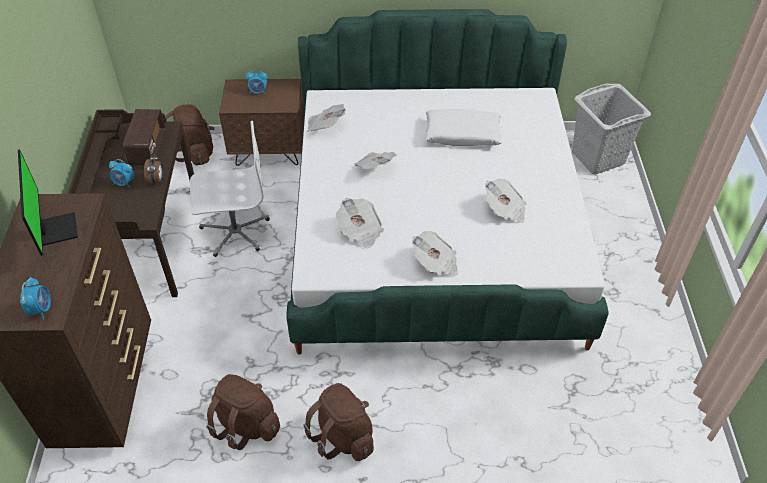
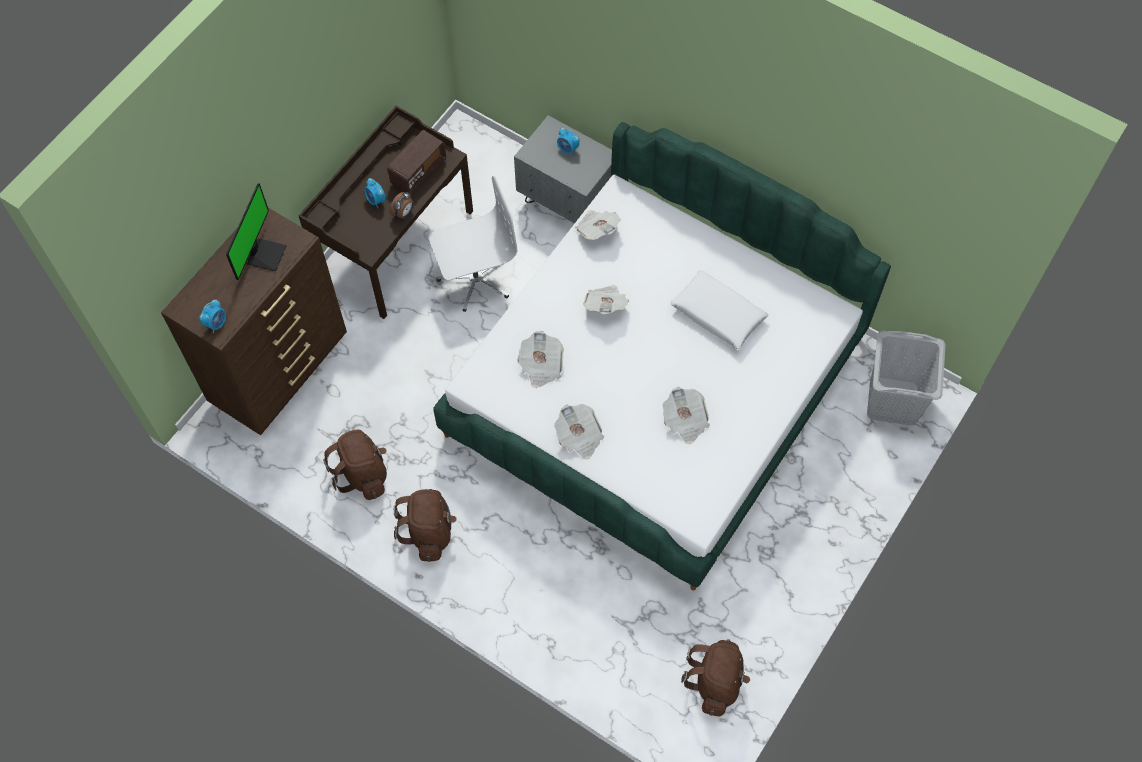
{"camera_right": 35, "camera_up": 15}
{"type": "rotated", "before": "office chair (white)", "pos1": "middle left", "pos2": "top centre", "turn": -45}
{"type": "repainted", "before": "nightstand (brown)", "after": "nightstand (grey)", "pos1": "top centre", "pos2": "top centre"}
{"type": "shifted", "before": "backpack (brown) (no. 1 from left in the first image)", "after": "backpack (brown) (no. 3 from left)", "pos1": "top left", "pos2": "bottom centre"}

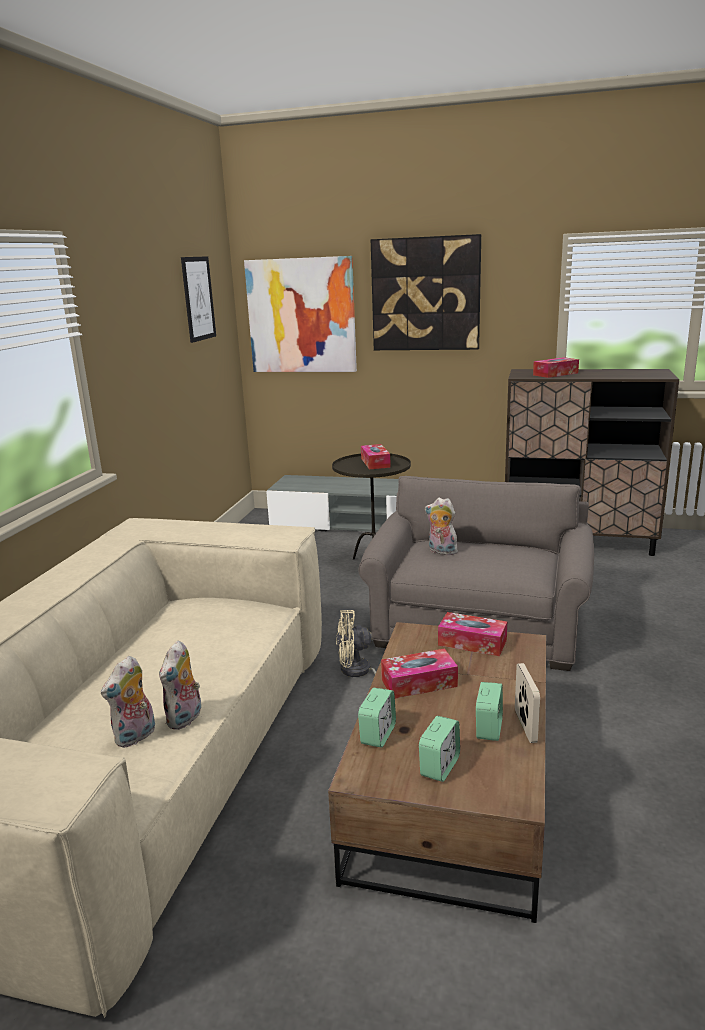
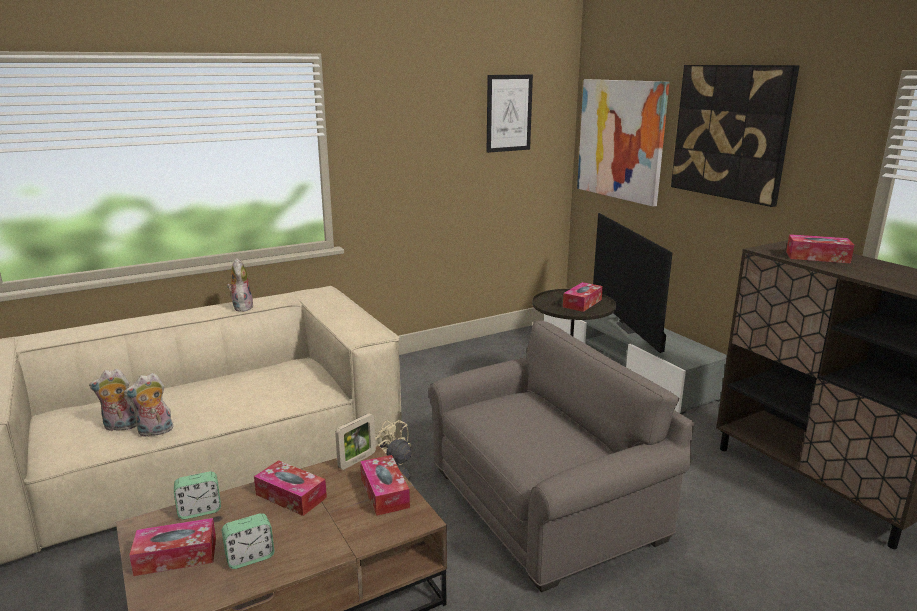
{"camera_right": 45, "camera_up": 0}
{"type": "swapped", "before": "alarm clock (no. 2 from left)", "after": "tissue box (no. 1 from left)", "pos1": "bottom centre", "pos2": "bottom left"}
{"type": "shifted", "before": "plush toy (no. 3 from left)", "pos1": "centre", "pos2": "middle left"}
{"type": "shifted", "before": "picture frame", "pos1": "bottom right", "pos2": "bottom centre"}
{"type": "new", "after": "television", "pos2": "middle right"}

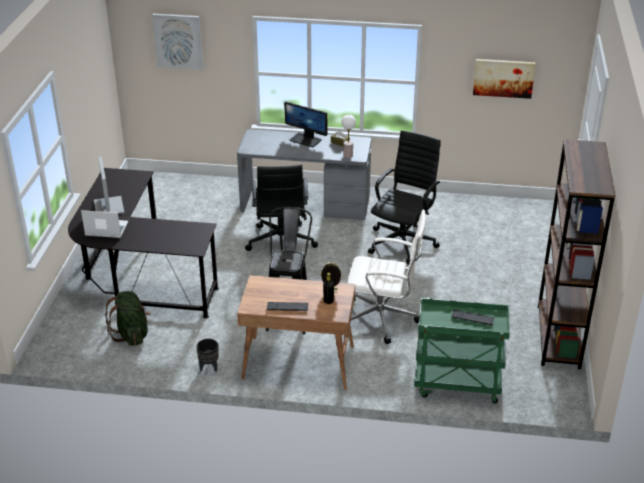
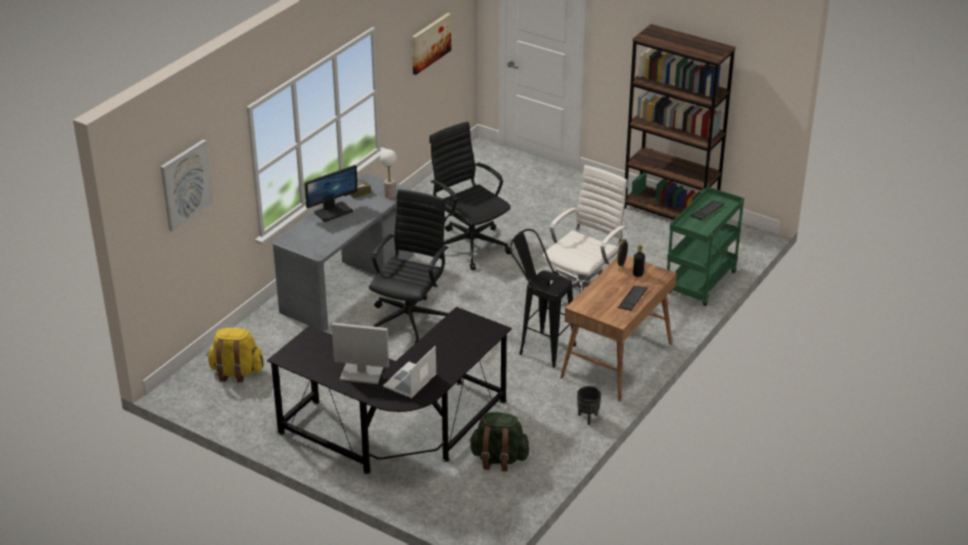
{"camera_right": -65, "camera_up": 0}
{"type": "new", "after": "backpack (yellow)", "pos2": "middle left"}
{"type": "rotated", "before": "office chair (black) (no. 1 from left)", "pos1": "centre", "pos2": "centre", "turn": -90}

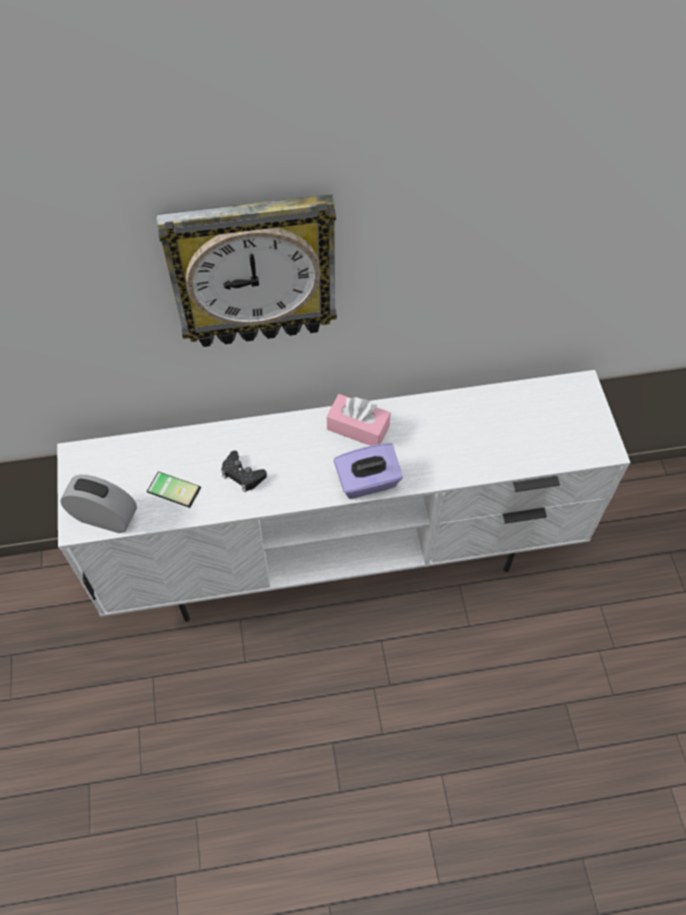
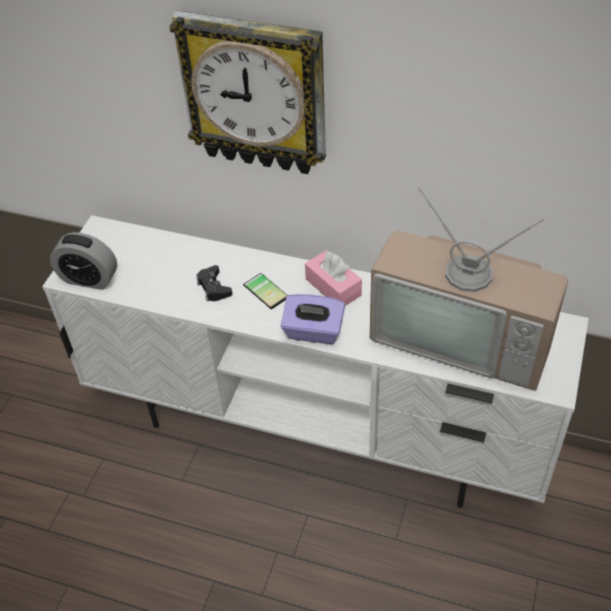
{"camera_right": 30, "camera_up": -10}
{"type": "rotated", "before": "alarm clock", "pos1": "middle left", "pos2": "middle left", "turn": 150}
{"type": "shifted", "before": "phone", "pos1": "middle left", "pos2": "centre"}
{"type": "new", "after": "television", "pos2": "middle right"}

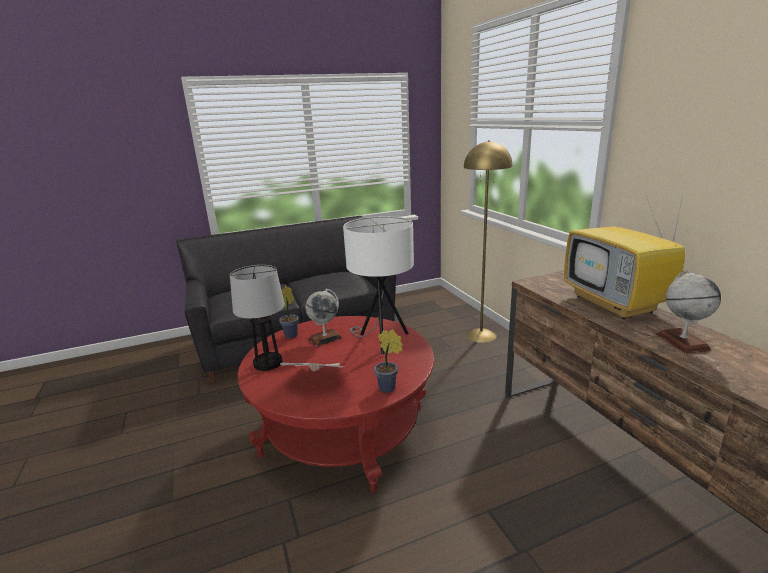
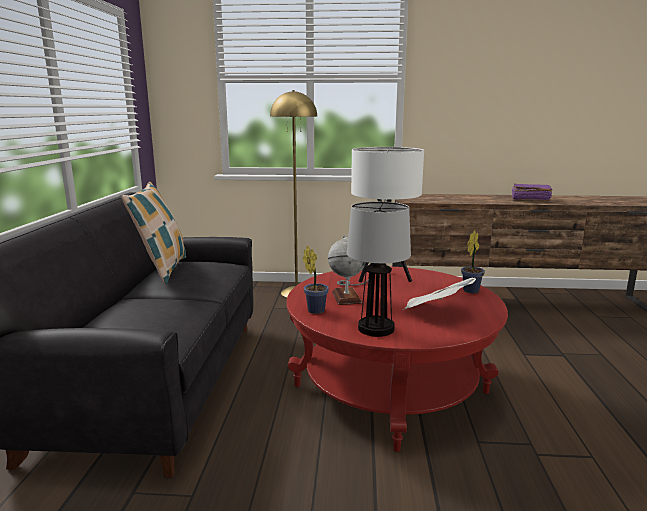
{"camera_right": -65, "camera_up": -5}
{"type": "new", "after": "pillow", "pos2": "middle left"}
{"type": "swapped", "before": "globe (no. 2 from left)", "after": "book (purple)", "pos1": "middle right", "pos2": "middle right"}
{"type": "gone", "before": "television", "pos1": "middle right"}

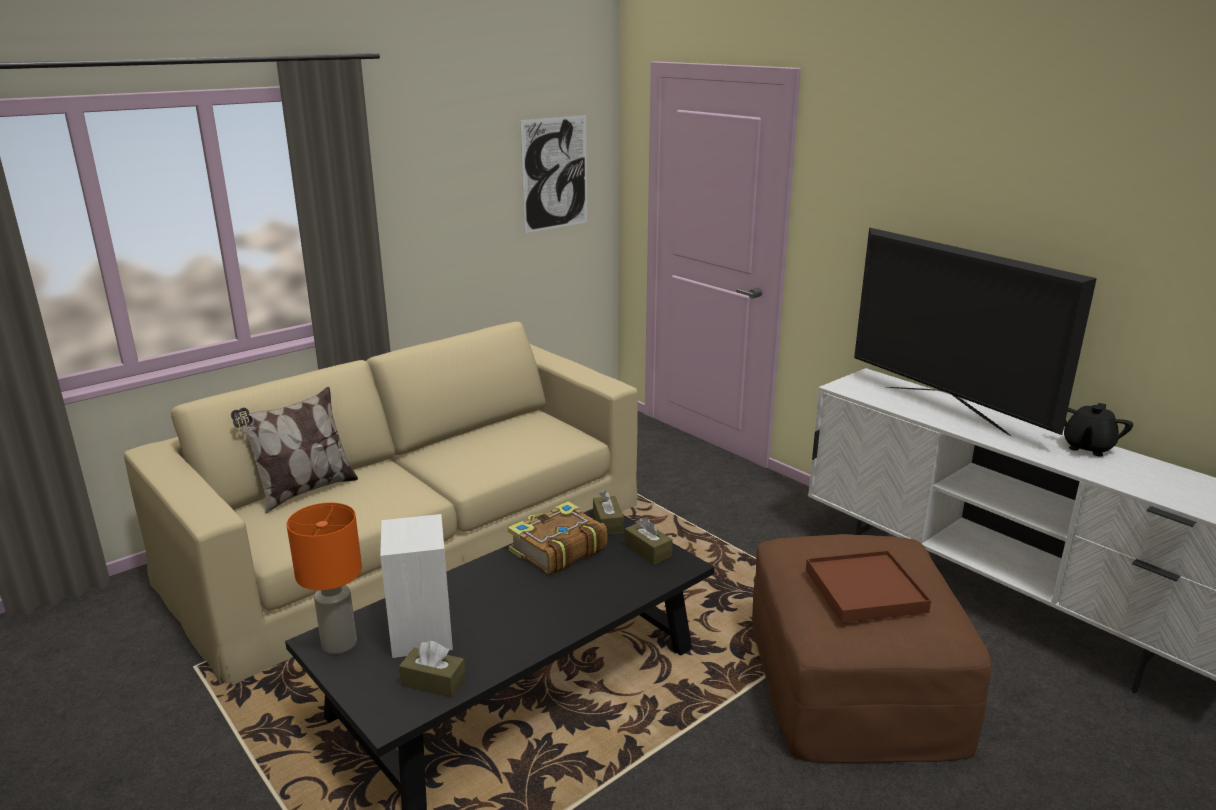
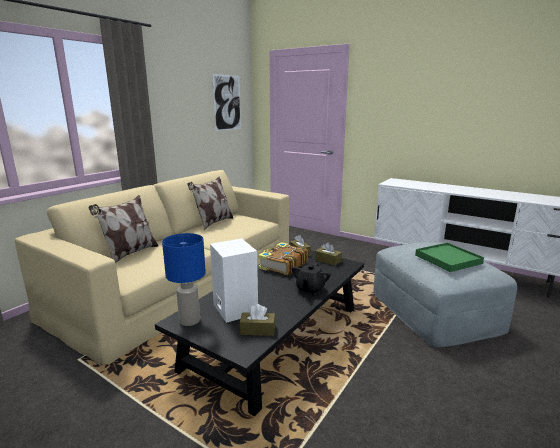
{"camera_right": -15, "camera_up": -5}
{"type": "repainted", "before": "table lamp (orange)", "after": "table lamp (blue)", "pos1": "bottom left", "pos2": "middle left"}
{"type": "new", "after": "pillow (no. 2 from left)", "pos2": "centre"}
{"type": "shifted", "before": "teapot (black)", "pos1": "middle right", "pos2": "centre"}
{"type": "repainted", "before": "ottoman (brown)", "after": "ottoman (grey)", "pos1": "bottom right", "pos2": "middle right"}
{"type": "repainted", "before": "tray (brown)", "after": "tray (green)", "pos1": "bottom right", "pos2": "middle right"}
{"type": "gone", "before": "television", "pos1": "middle right"}

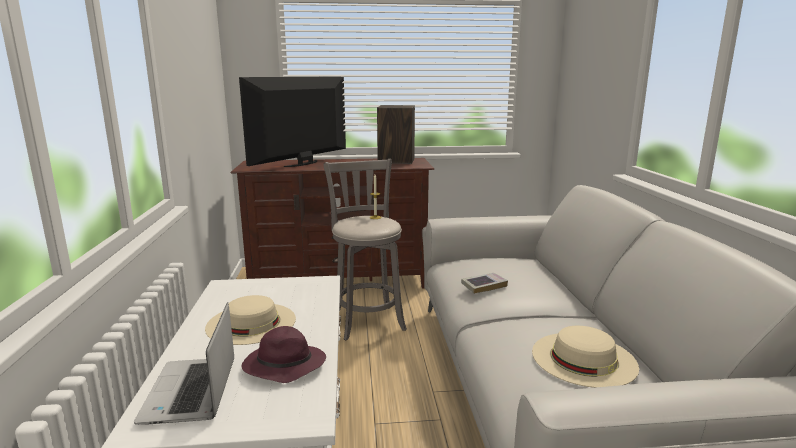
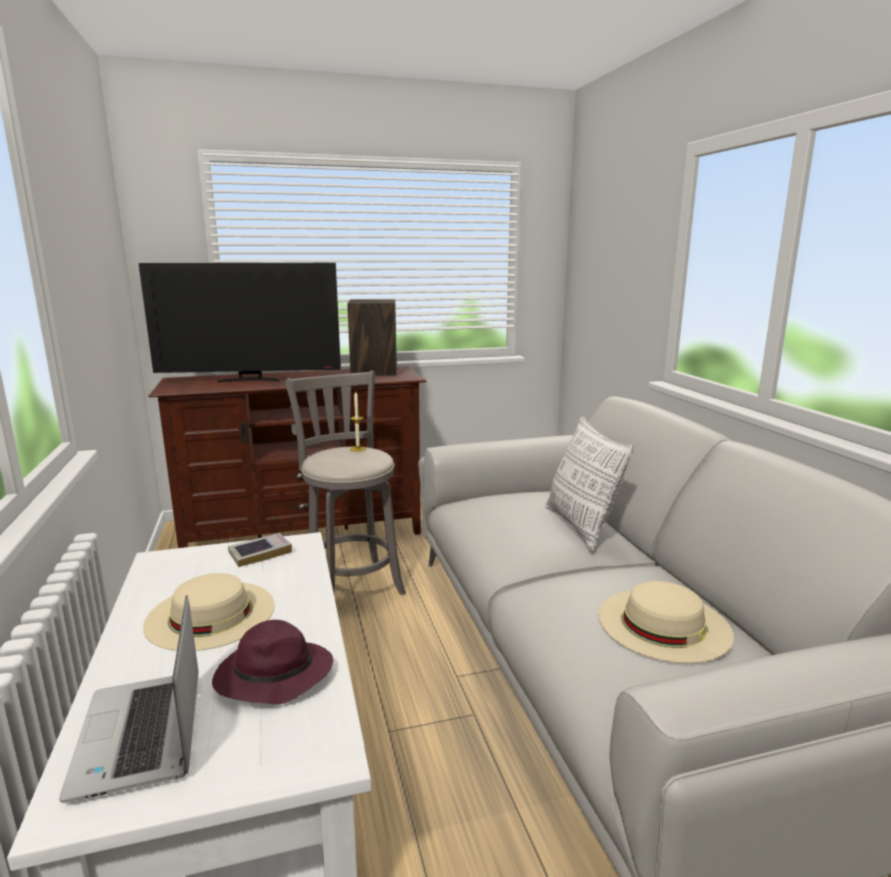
{"camera_right": -10, "camera_up": 0}
{"type": "rotated", "before": "television", "pos1": "top centre", "pos2": "middle left", "turn": -120}
{"type": "shifted", "before": "book", "pos1": "centre", "pos2": "middle left"}
{"type": "new", "after": "pillow", "pos2": "centre"}

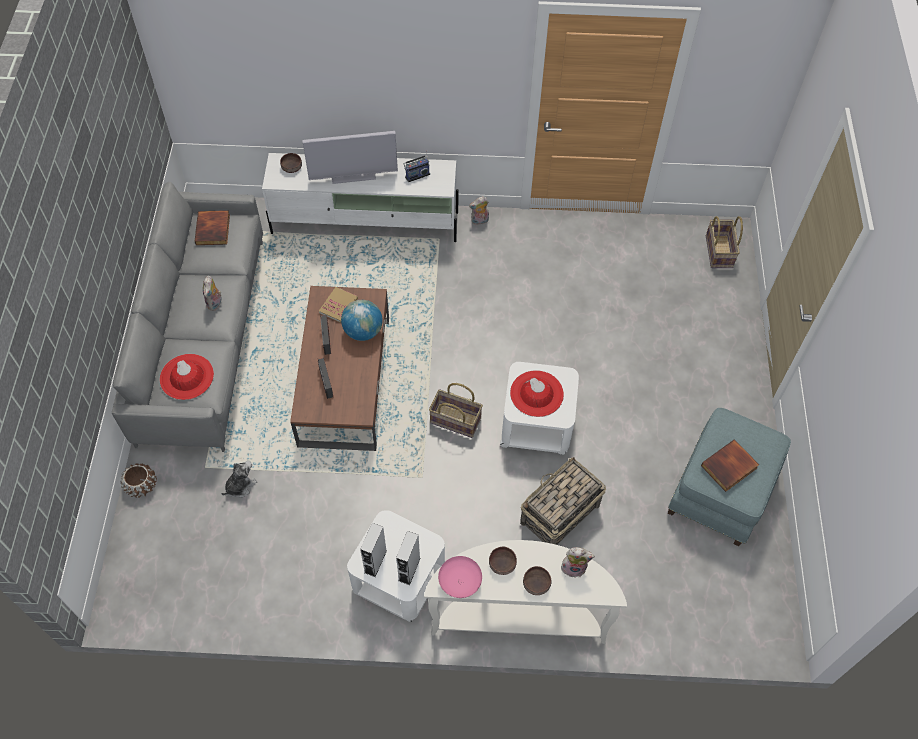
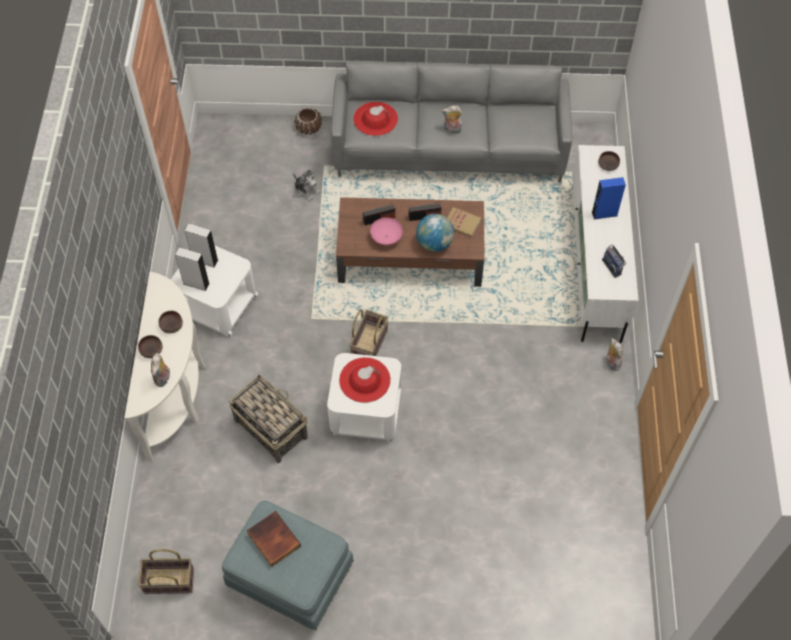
{"camera_right": 90, "camera_up": 0}
{"type": "shifted", "before": "basket (no. 3 from left in the first image)", "after": "basket (no. 1 from left)", "pos1": "top right", "pos2": "bottom left"}
{"type": "shifted", "before": "bowl (pink)", "pos1": "bottom centre", "pos2": "centre"}
{"type": "swapped", "before": "television", "after": "speaker (blue)", "pos1": "top centre", "pos2": "top right"}
{"type": "gone", "before": "book (no. 1 from left)", "pos1": "top left"}

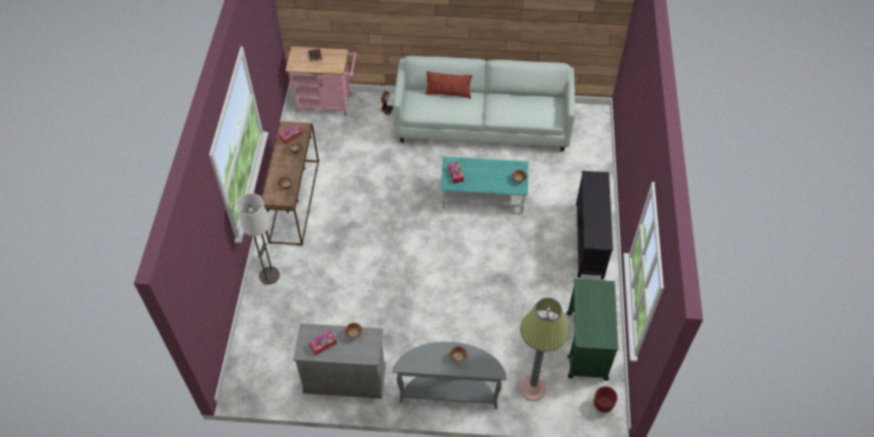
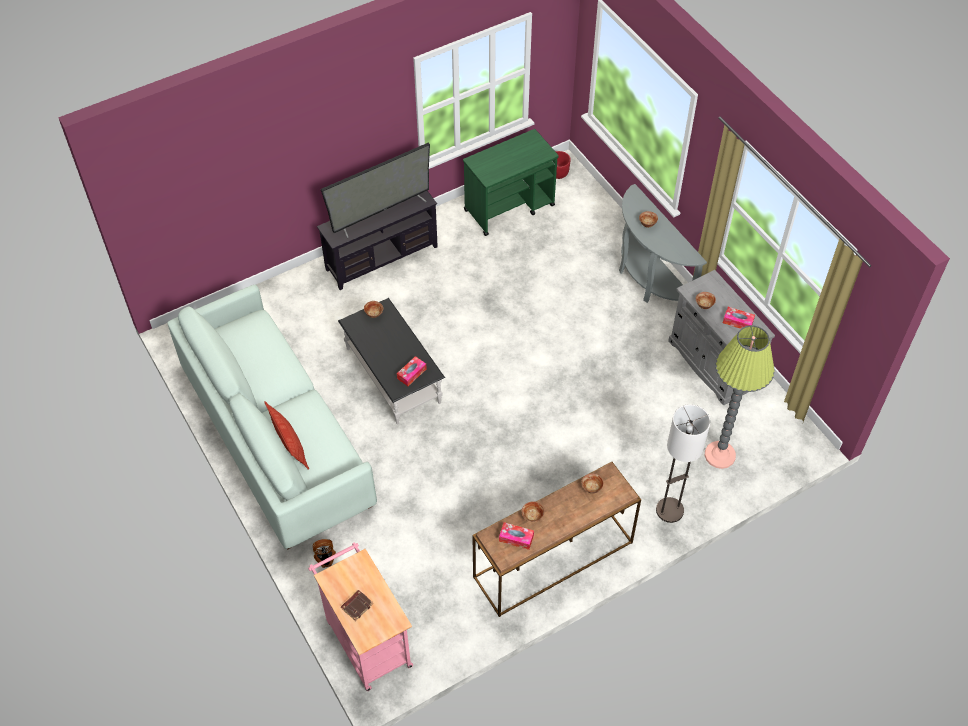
{"camera_right": -125, "camera_up": 0}
{"type": "new", "after": "television", "pos2": "top centre"}
{"type": "repainted", "before": "coffee table (turquoise)", "after": "coffee table (black)", "pos1": "centre", "pos2": "centre"}
{"type": "shifted", "before": "floor lamp (no. 2 from left)", "pos1": "bottom centre", "pos2": "middle right"}

